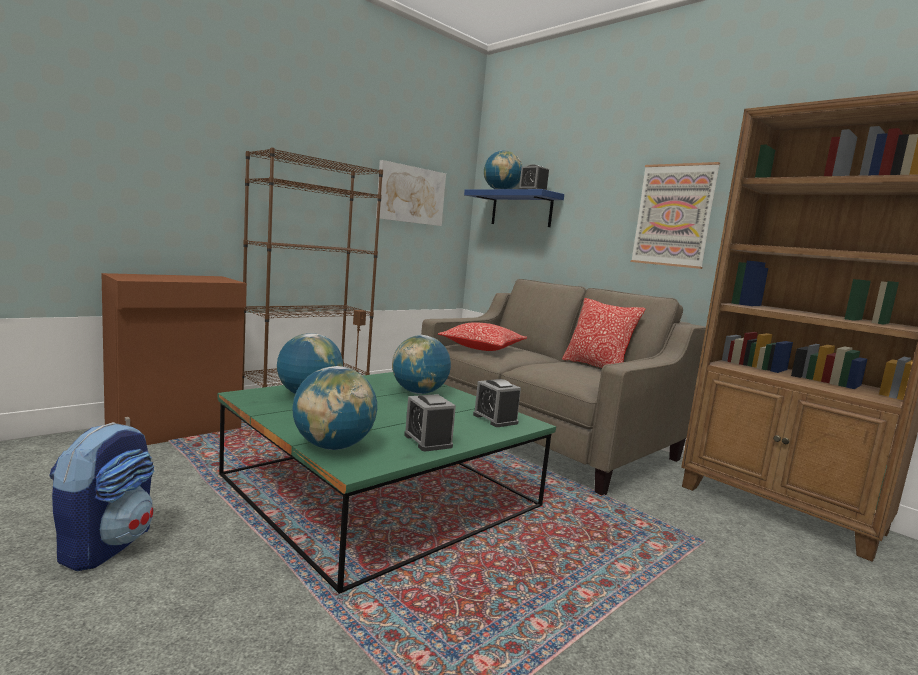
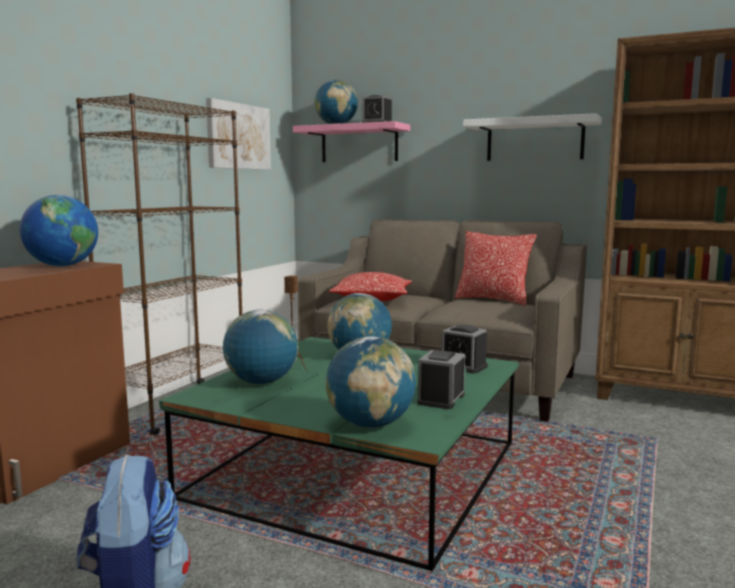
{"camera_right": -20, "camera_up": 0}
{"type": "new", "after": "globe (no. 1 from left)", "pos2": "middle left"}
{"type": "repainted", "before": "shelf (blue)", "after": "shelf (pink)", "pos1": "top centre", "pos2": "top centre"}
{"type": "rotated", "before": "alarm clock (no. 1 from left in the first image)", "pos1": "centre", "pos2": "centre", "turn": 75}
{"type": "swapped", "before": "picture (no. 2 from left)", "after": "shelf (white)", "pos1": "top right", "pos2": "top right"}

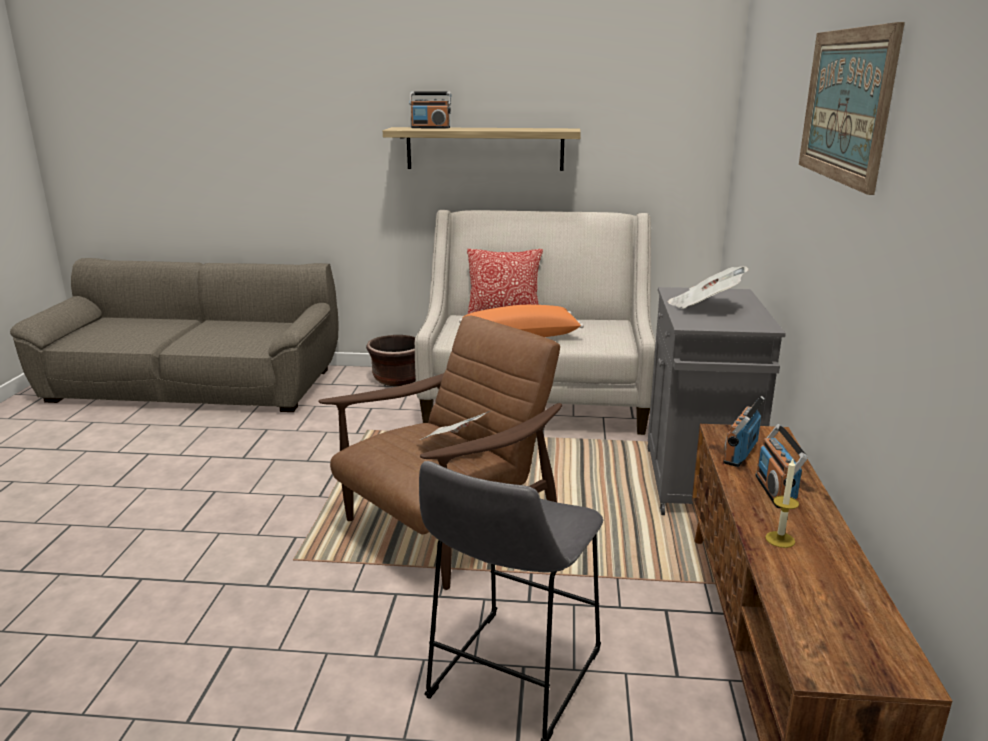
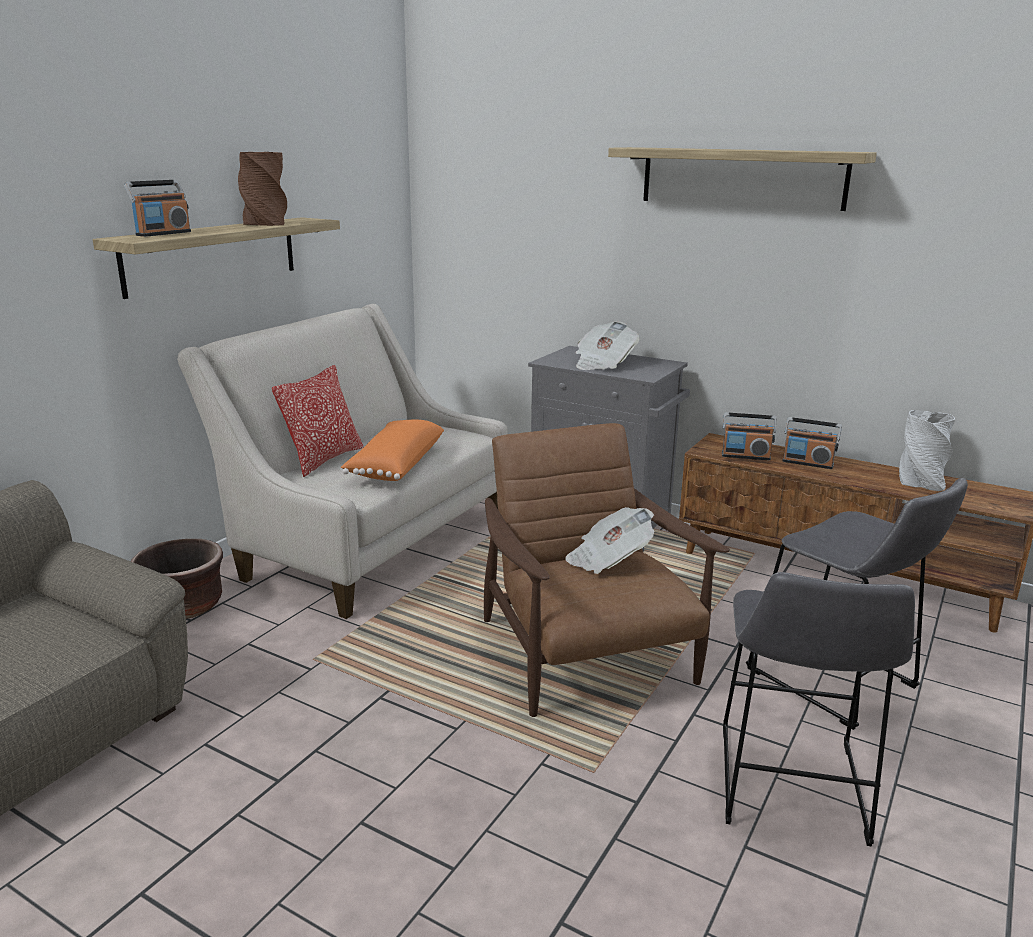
{"camera_right": -65, "camera_up": 0}
{"type": "new", "after": "vase (brown)", "pos2": "top left"}
{"type": "swapped", "before": "picture", "after": "shelf (no. 2 from left)", "pos1": "top right", "pos2": "top right"}
{"type": "rotated", "before": "radio (no. 2 from left)", "pos1": "middle right", "pos2": "middle right", "turn": -45}
{"type": "new", "after": "stool (grey) (no. 1 from left)", "pos2": "bottom right"}
{"type": "new", "after": "vase (grey)", "pos2": "middle right"}
{"type": "gone", "before": "candle", "pos1": "bottom right"}

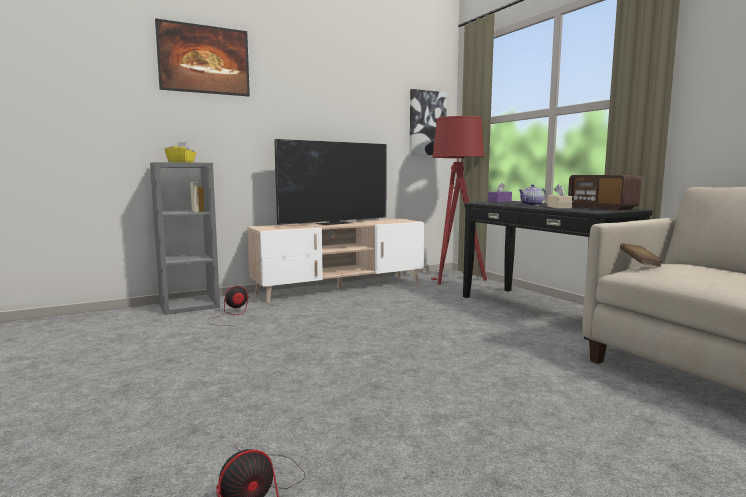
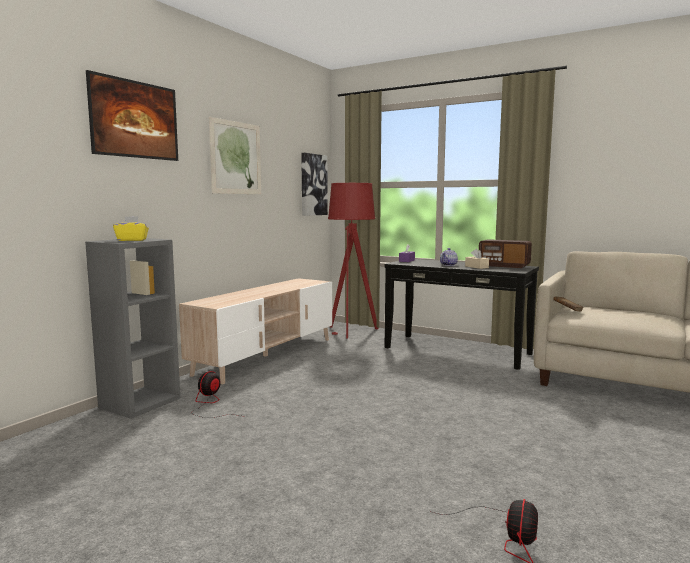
{"camera_right": -30, "camera_up": 0}
{"type": "new", "after": "picture (no. 2 from left)", "pos2": "top centre"}
{"type": "gone", "before": "television", "pos1": "centre"}

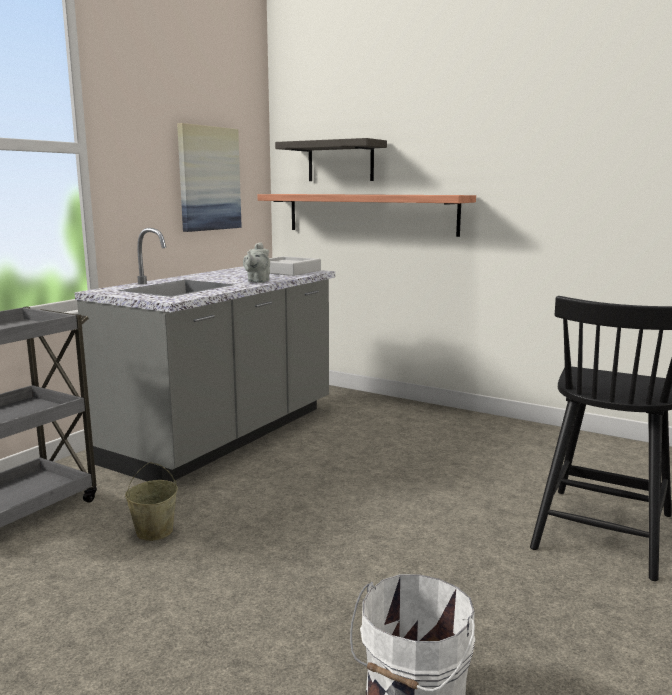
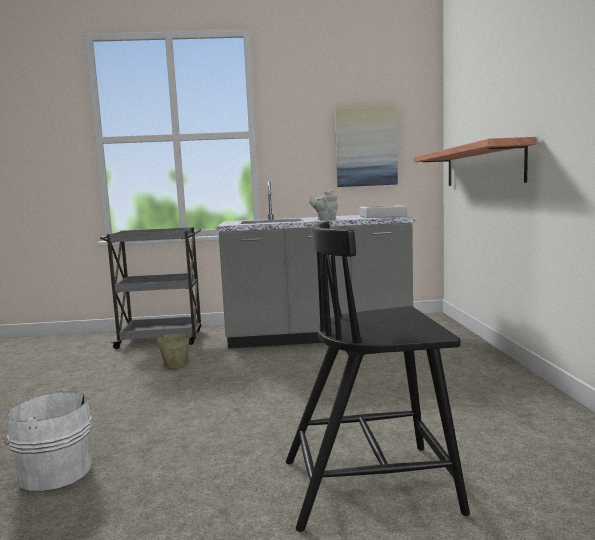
{"camera_right": 55, "camera_up": -5}
{"type": "gone", "before": "shelf (no. 1 from left)", "pos1": "top centre"}

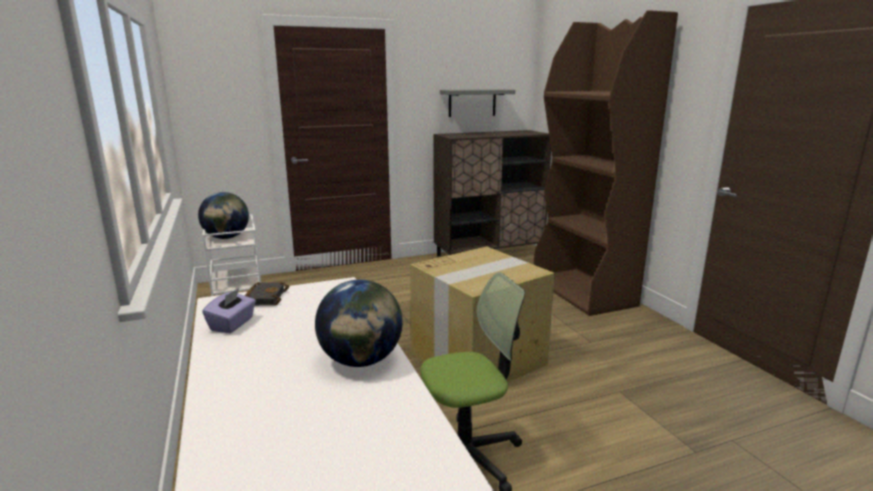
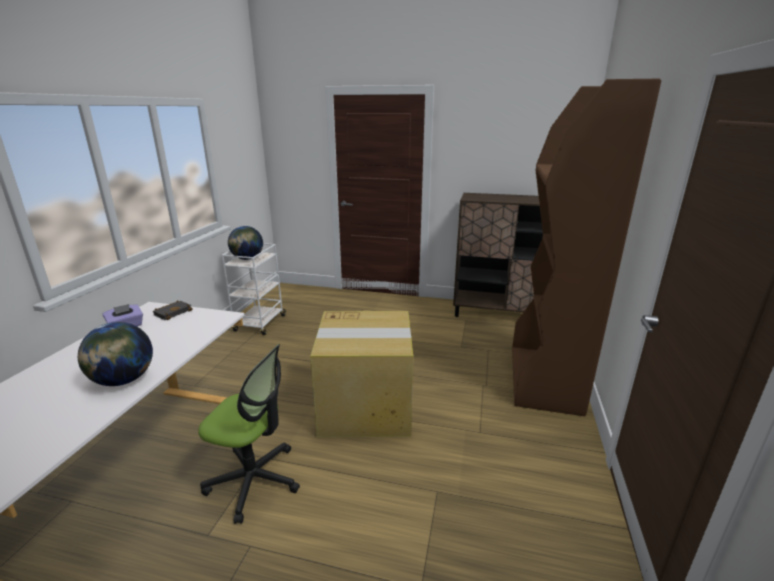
{"camera_right": 35, "camera_up": 5}
{"type": "gone", "before": "shelf (grey)", "pos1": "top centre"}

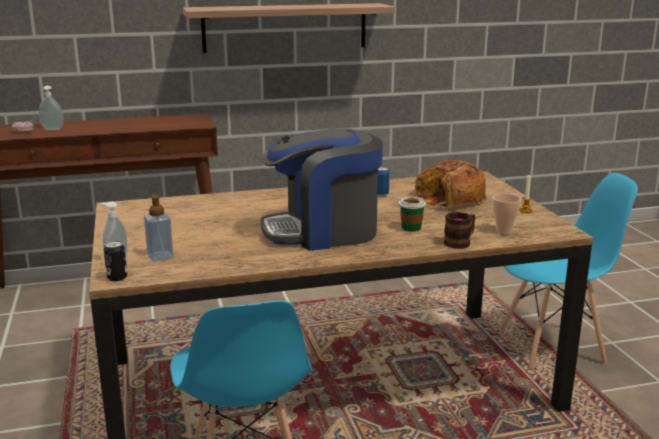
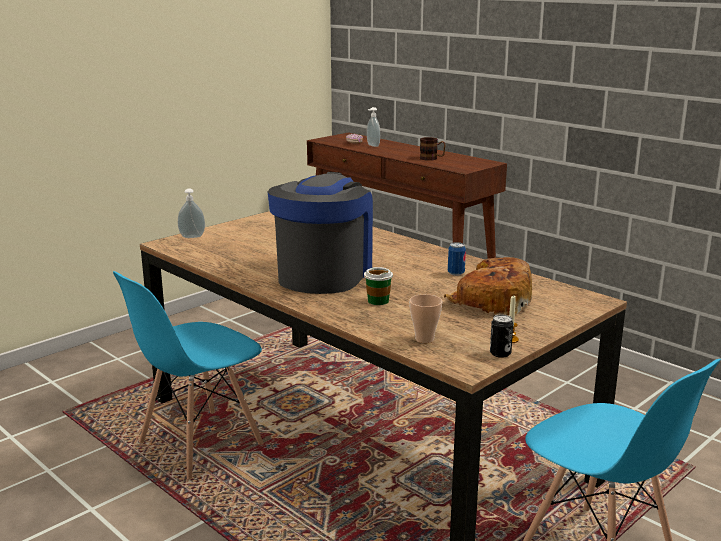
{"camera_right": 60, "camera_up": 0}
{"type": "rotated", "before": "coffee machine", "pos1": "centre", "pos2": "centre", "turn": 60}
{"type": "shifted", "before": "mug", "pos1": "middle right", "pos2": "top centre"}
{"type": "shifted", "before": "can (no. 1 from left in the first image)", "after": "can (no. 2 from left)", "pos1": "middle left", "pos2": "middle right"}
{"type": "gone", "before": "soap dispenser (no. 3 from left)", "pos1": "middle left"}
{"type": "gone", "before": "shelf", "pos1": "top centre"}

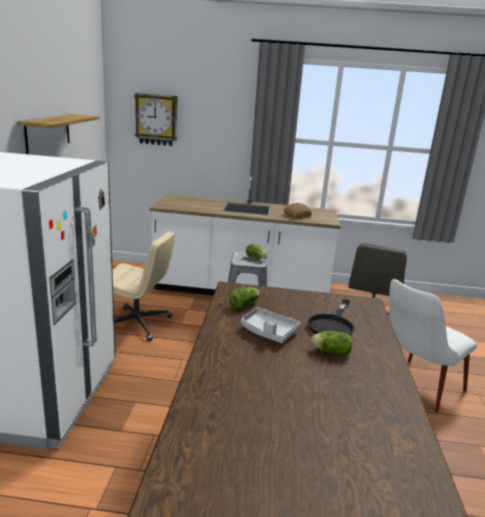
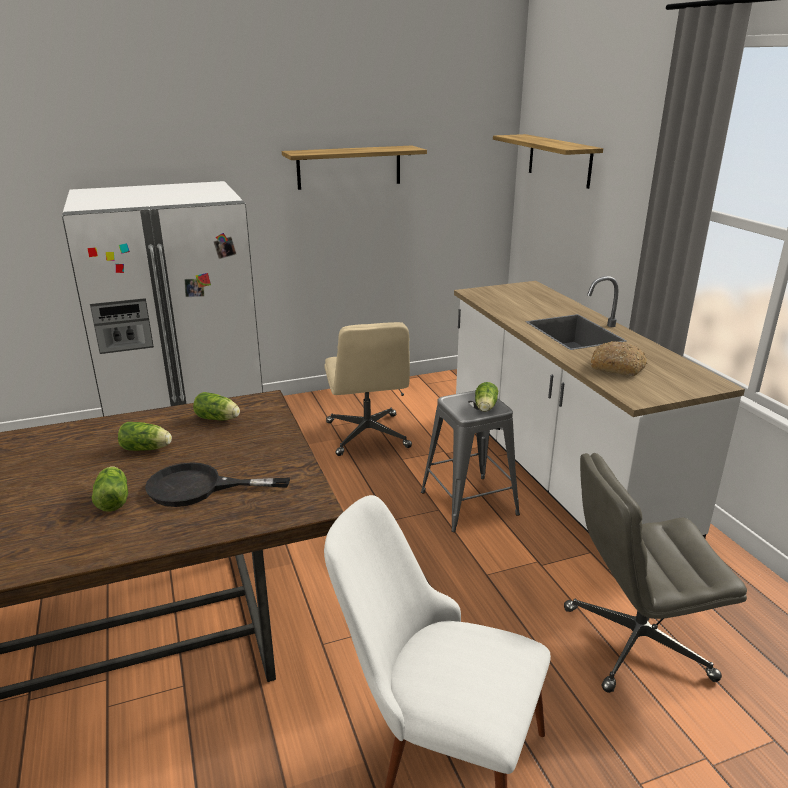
{"camera_right": 65, "camera_up": 5}
{"type": "swapped", "before": "tray (grey)", "after": "lettuce (no. 2 from left)", "pos1": "centre", "pos2": "middle left"}
{"type": "swapped", "before": "wall clock", "after": "shelf (no. 2 from left)", "pos1": "top left", "pos2": "top right"}

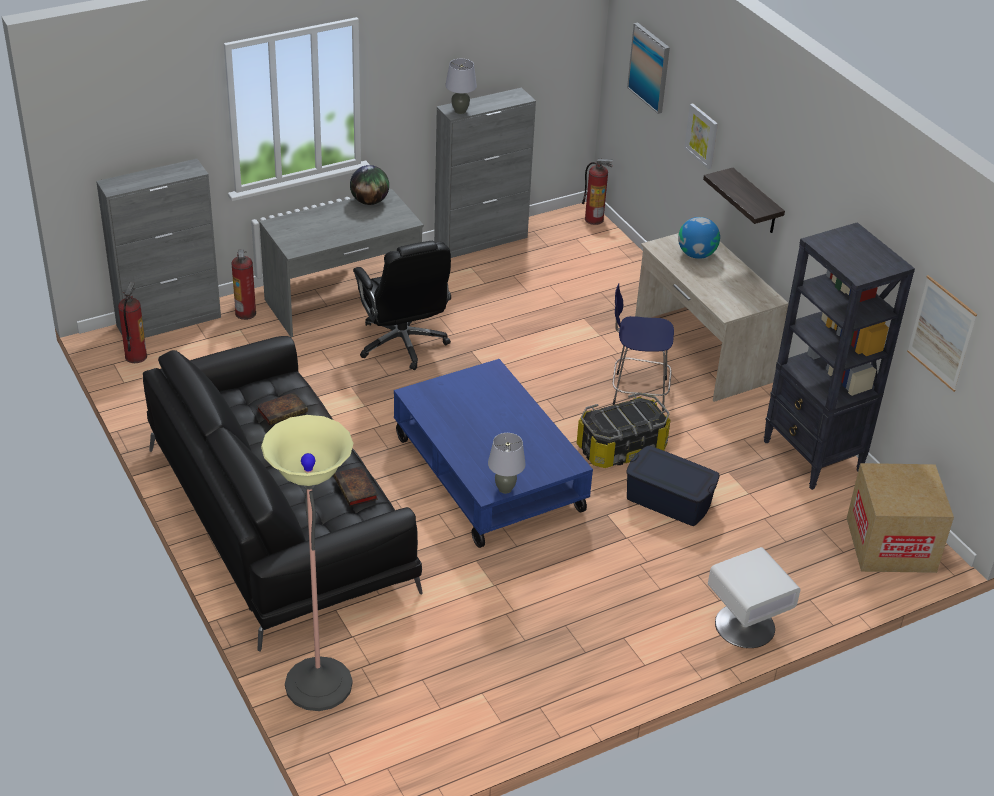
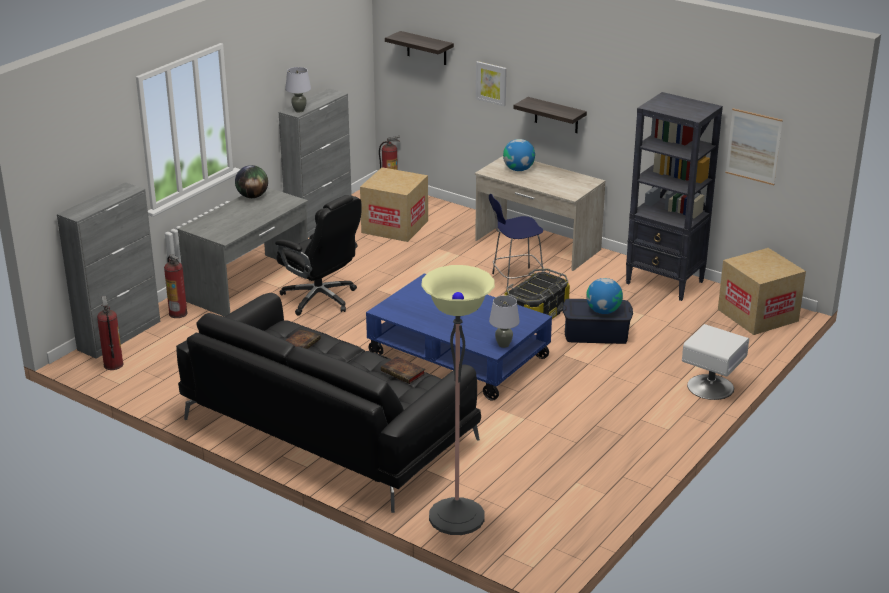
{"camera_right": -25, "camera_up": -10}
{"type": "new", "after": "cardboard box (no. 1 from left)", "pos2": "centre"}
{"type": "swapped", "before": "picture (no. 1 from left)", "after": "shelf (no. 1 from left)", "pos1": "top centre", "pos2": "top centre"}
{"type": "new", "after": "globe (no. 3 from left)", "pos2": "middle right"}

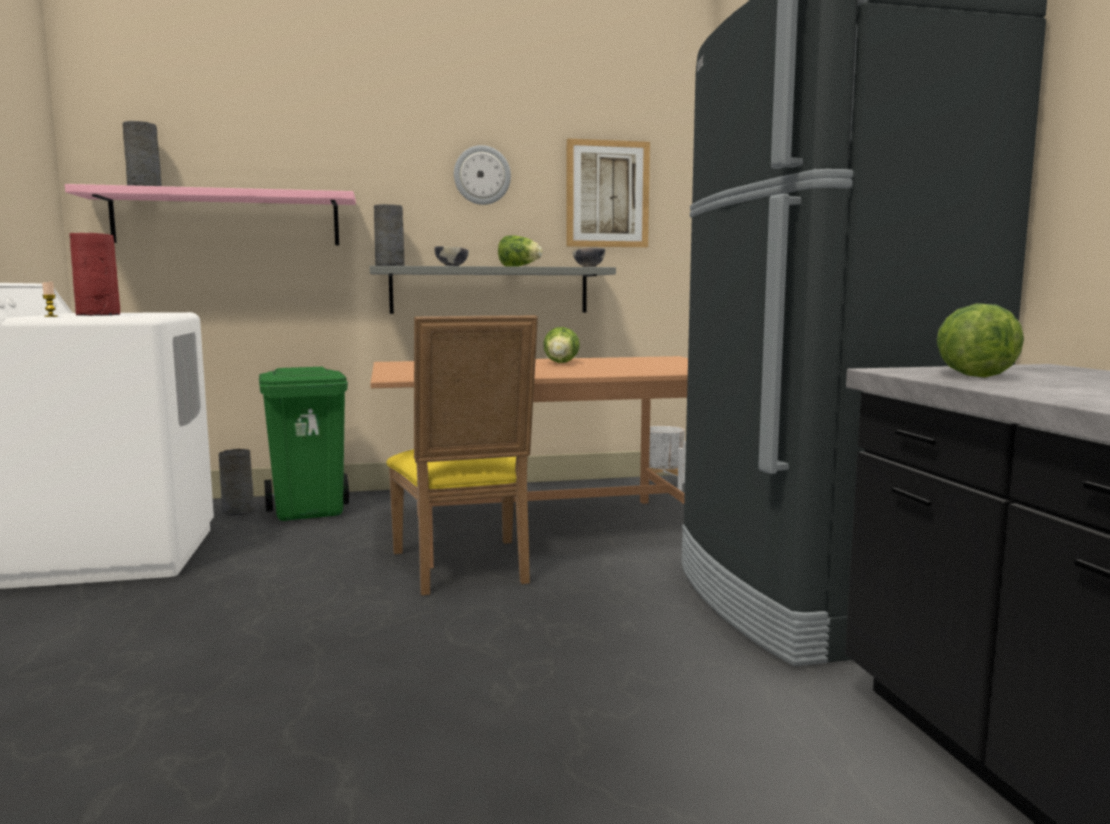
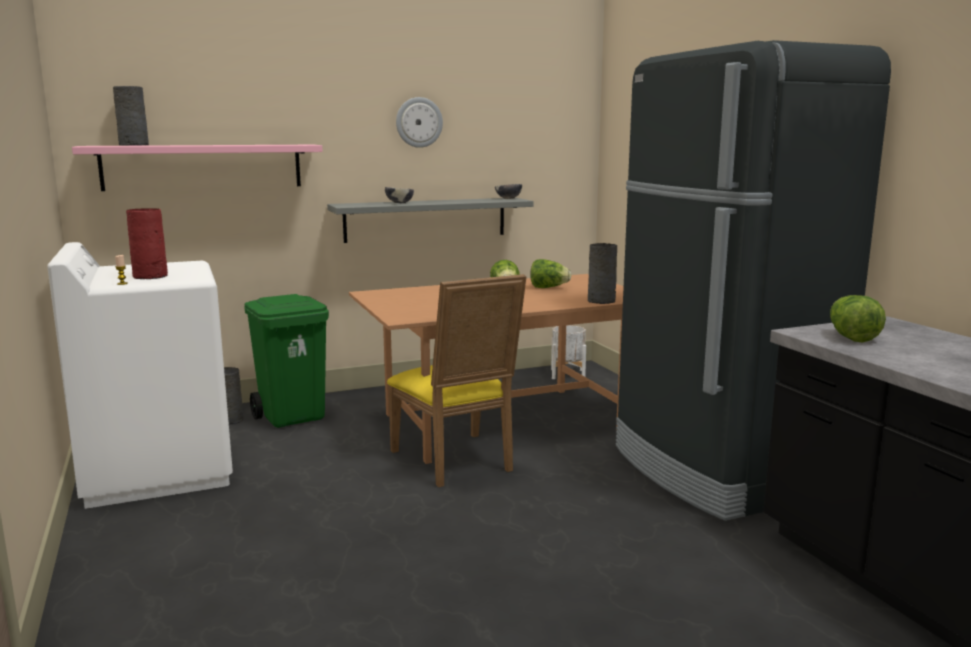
{"camera_right": -10, "camera_up": 5}
{"type": "shifted", "before": "lettuce (no. 1 from left in the first image)", "after": "lettuce (no. 2 from left)", "pos1": "top centre", "pos2": "centre"}
{"type": "shifted", "before": "vase (grey) (no. 3 from left)", "pos1": "top centre", "pos2": "centre"}
{"type": "gone", "before": "picture", "pos1": "top centre"}

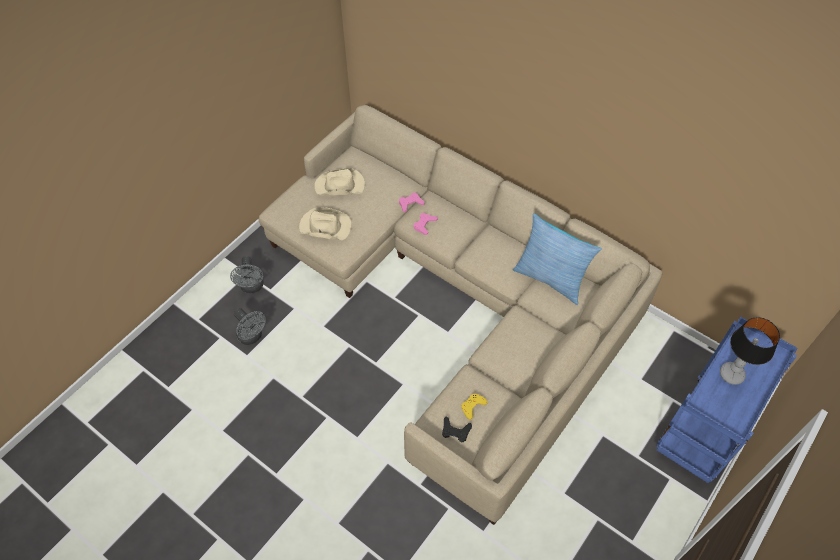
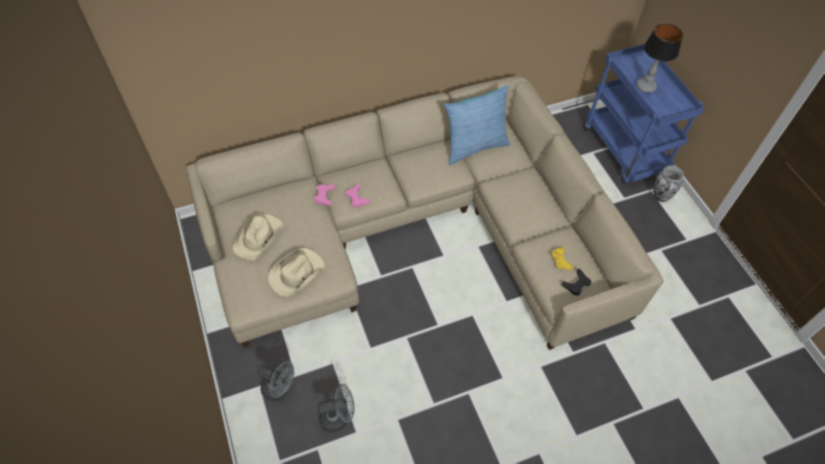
{"camera_right": -60, "camera_up": 0}
{"type": "new", "after": "vase", "pos2": "middle right"}

